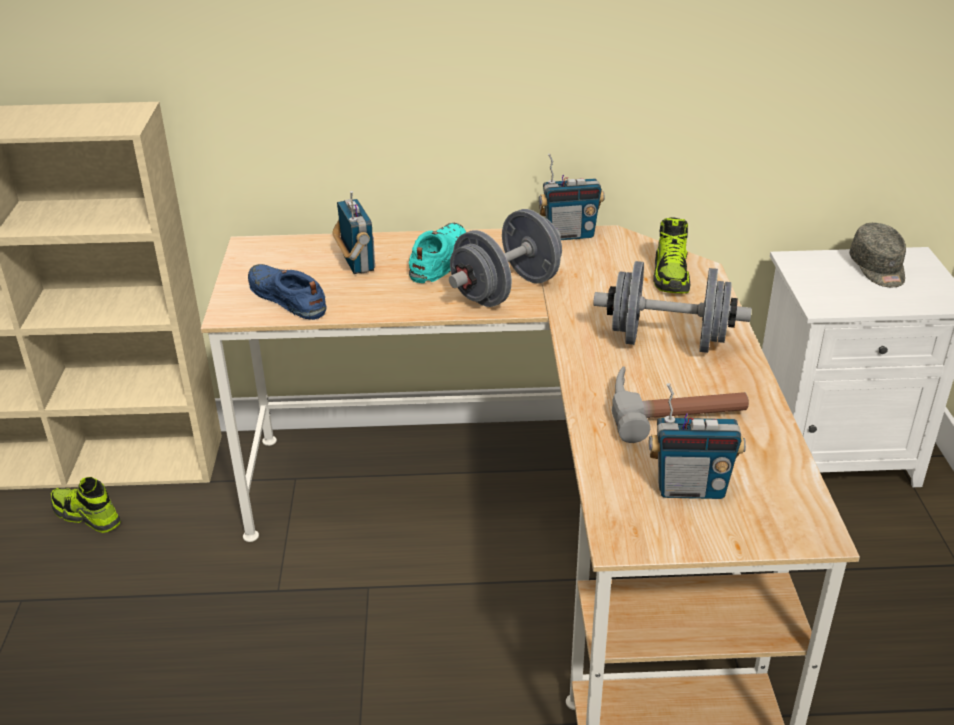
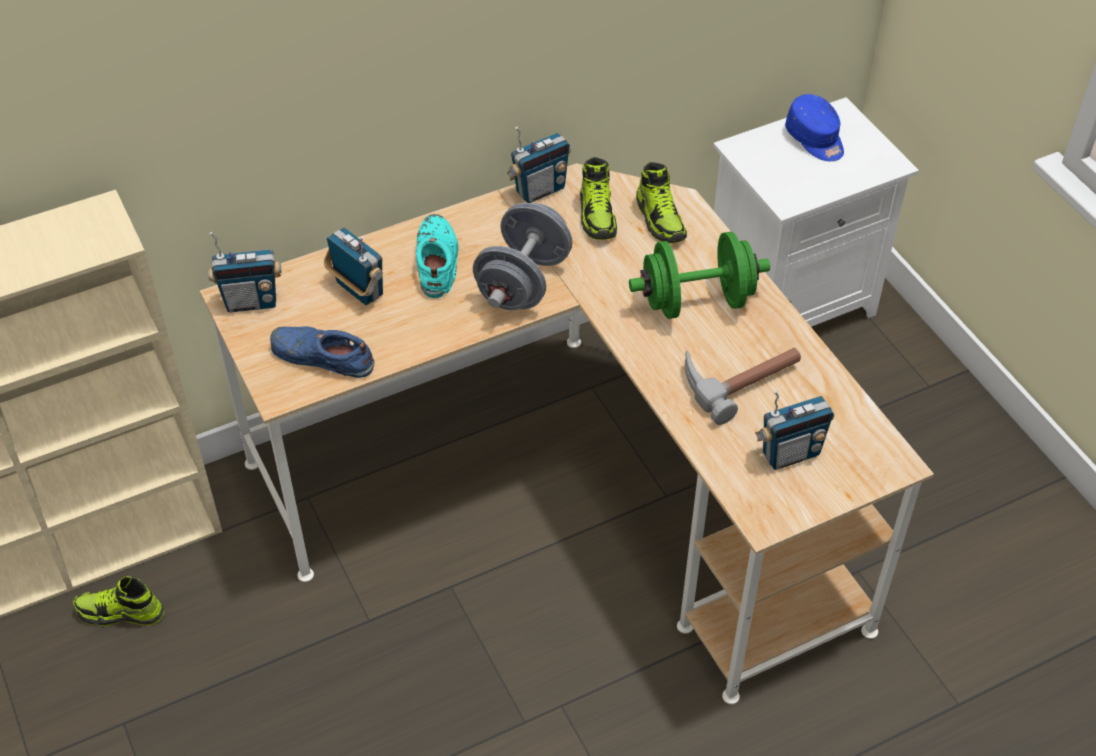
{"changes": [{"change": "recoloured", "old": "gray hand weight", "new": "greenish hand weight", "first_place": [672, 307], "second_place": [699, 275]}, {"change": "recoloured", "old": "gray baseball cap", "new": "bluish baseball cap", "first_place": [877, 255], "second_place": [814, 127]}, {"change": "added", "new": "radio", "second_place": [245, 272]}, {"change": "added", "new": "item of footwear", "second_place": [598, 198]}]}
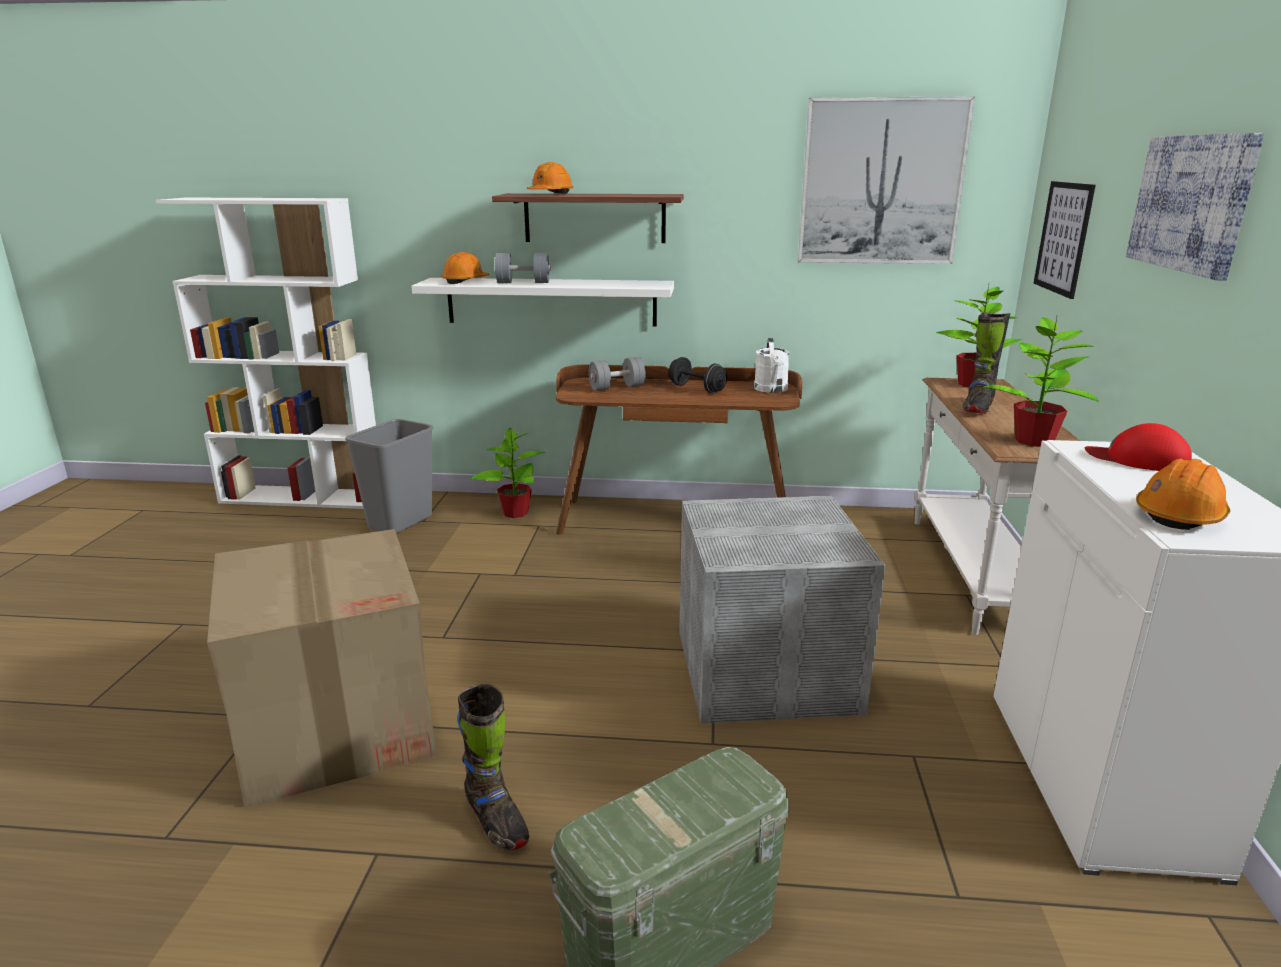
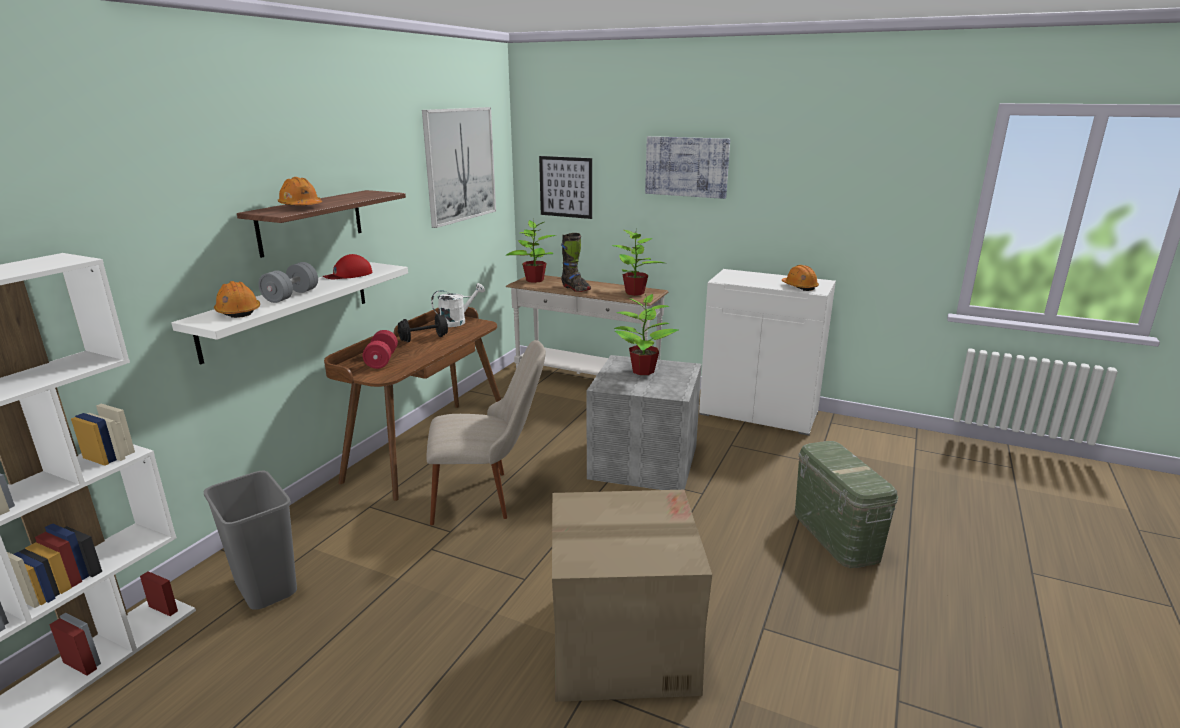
{"changes": [{"change": "removed", "old": "black high-top boot", "first_place": [493, 766]}, {"change": "moved", "old": "houseplant", "first_place": [508, 473], "second_place": [646, 334]}, {"change": "recoloured", "old": "gray hand weight", "new": "reddish hand weight", "first_place": [617, 374], "second_place": [380, 349]}, {"change": "turned", "old": "whitish watering can", "first_place": [772, 365], "second_place": [458, 305], "degrees": -60}, {"change": "moved", "old": "reddish baseball cap", "first_place": [1138, 447], "second_place": [347, 266]}, {"change": "added", "new": "beige-coloured upright chair", "second_place": [486, 432]}]}
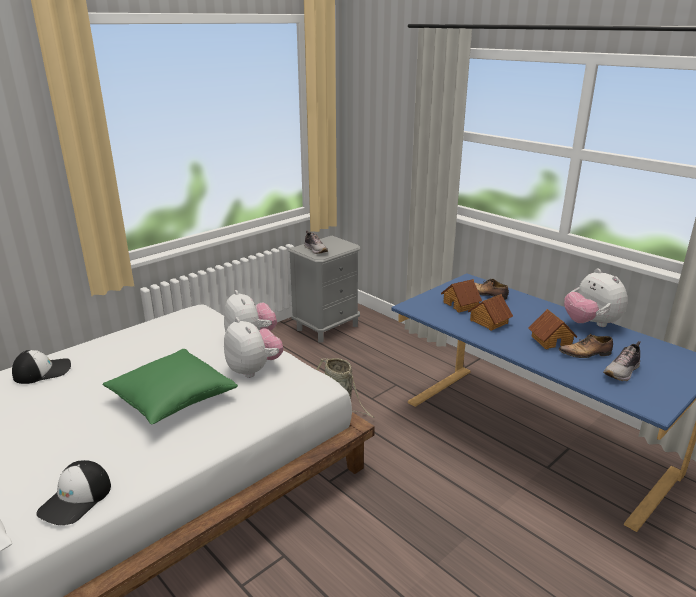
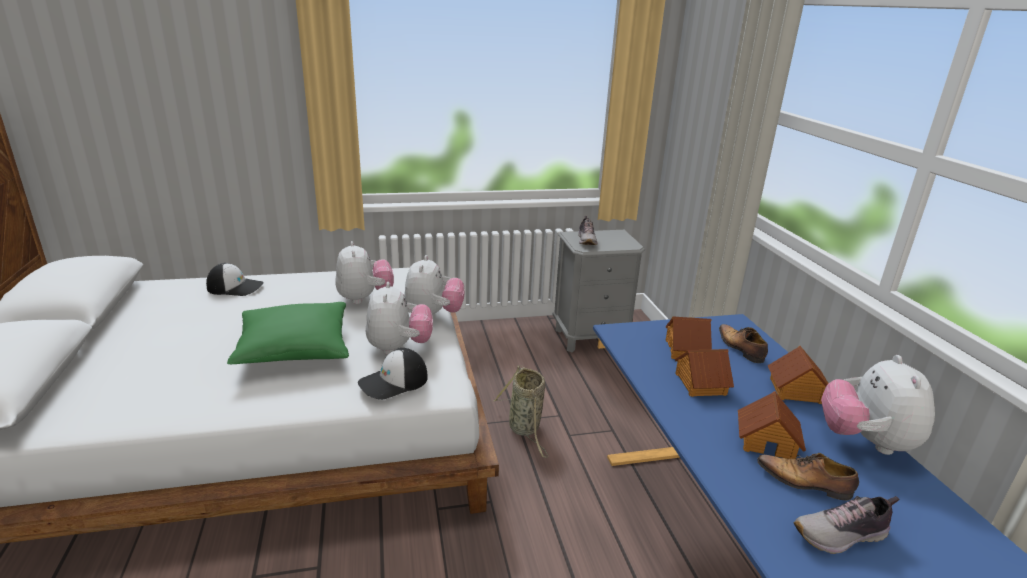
{"changes": [{"change": "moved", "old": "baseball cap", "first_place": [73, 492], "second_place": [393, 374]}, {"change": "added", "new": "plush toy", "second_place": [364, 272]}, {"change": "added", "new": "model house", "second_place": [798, 375]}]}
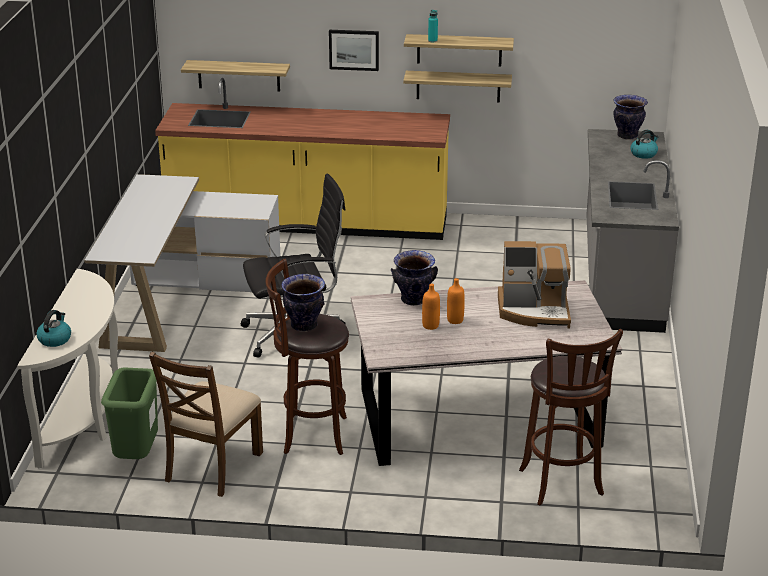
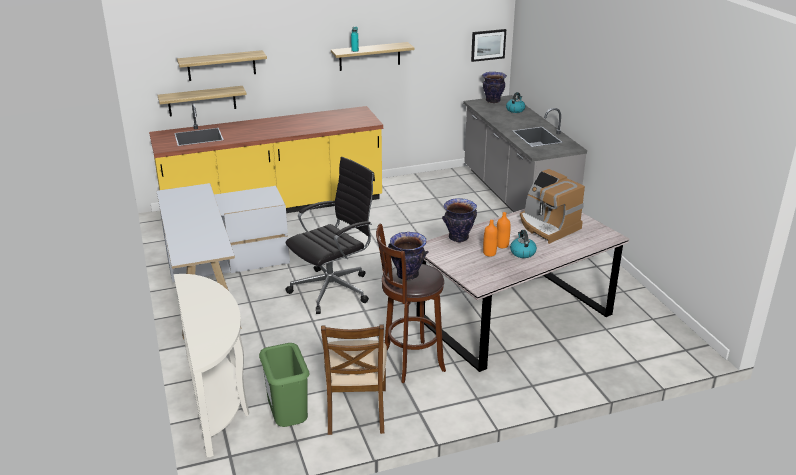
{"changes": [{"change": "moved", "old": "water kettle", "first_place": [53, 328], "second_place": [523, 244]}, {"change": "moved", "old": "wall picture", "first_place": [354, 50], "second_place": [488, 45]}, {"change": "moved", "old": "shelf", "first_place": [457, 86], "second_place": [222, 65]}, {"change": "turned", "old": "coffee brewer", "first_place": [534, 284], "second_place": [552, 206], "degrees": 75}, {"change": "removed", "old": "brown-coloured stool", "first_place": [571, 417]}]}
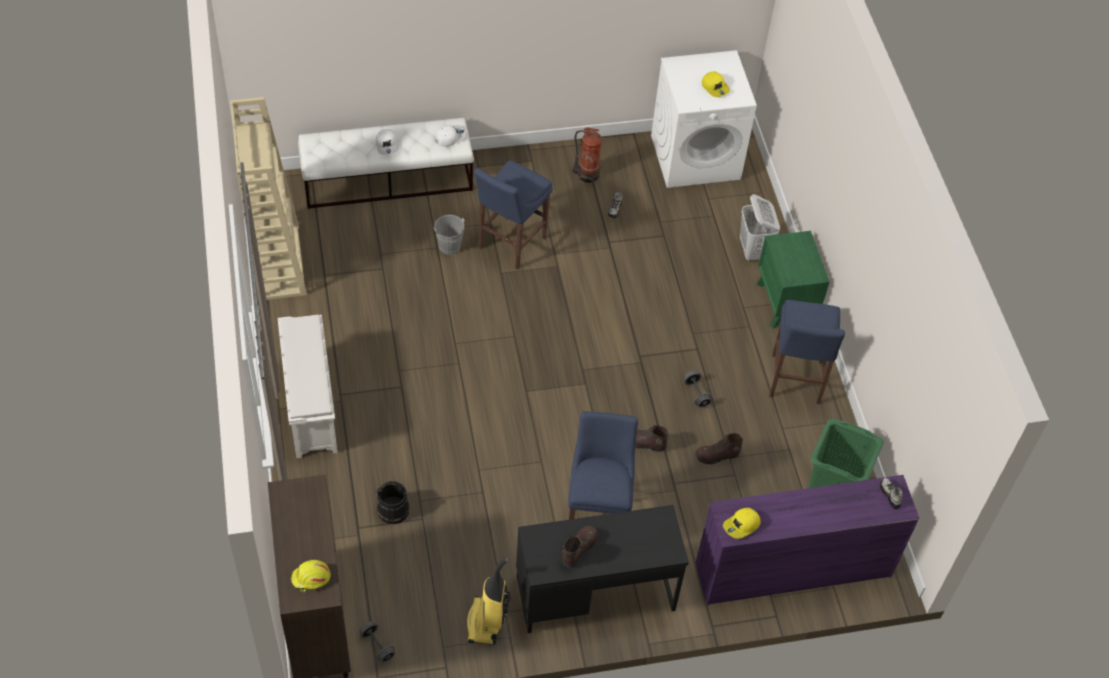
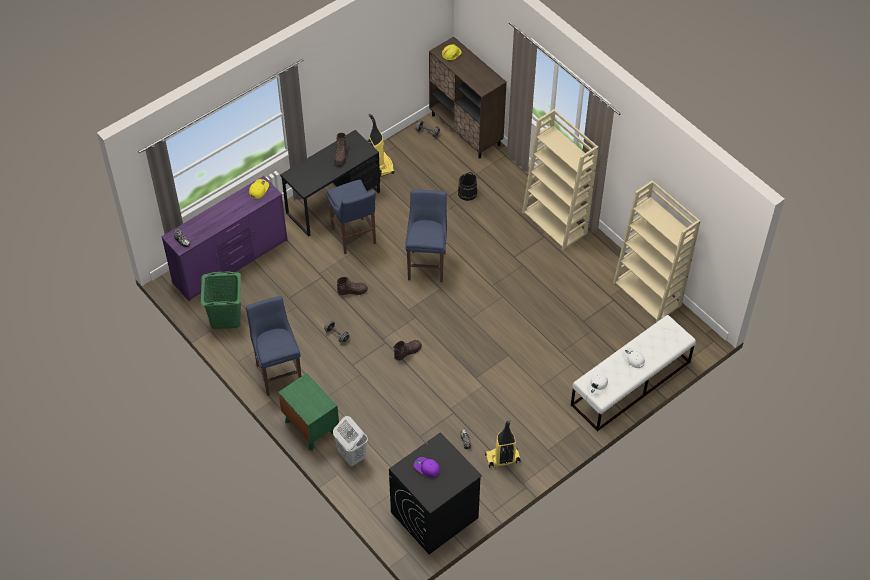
{"changes": [{"change": "replaced", "old": "whitish shoe stand", "new": "beige-coloured shelving unit", "first_place": [308, 386], "second_place": [560, 179]}, {"change": "removed", "old": "gray pail", "first_place": [448, 235]}, {"change": "moved", "old": "bluish stool", "first_place": [513, 214], "second_place": [426, 236]}, {"change": "replaced", "old": "extinguisher", "new": "vacuum", "first_place": [587, 155], "second_place": [503, 444]}, {"change": "recoloured", "old": "whitish washing machine", "new": "black washing machine", "first_place": [704, 119], "second_place": [435, 493]}, {"change": "moved", "old": "brown-coloured high-top boot", "first_place": [719, 449], "second_place": [407, 350]}, {"change": "recoloured", "old": "yellow baseball cap", "new": "purple baseball cap", "first_place": [716, 84], "second_place": [427, 467]}]}
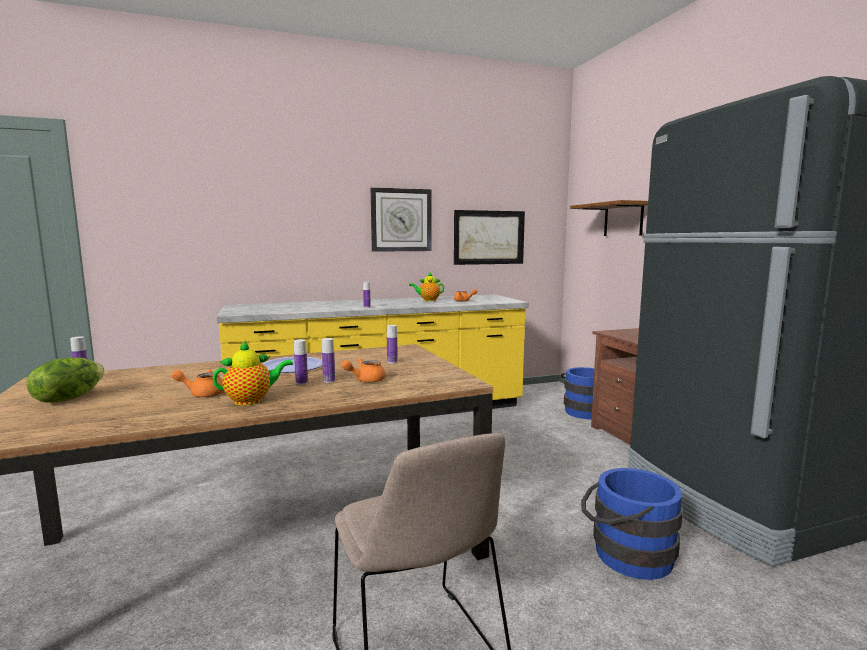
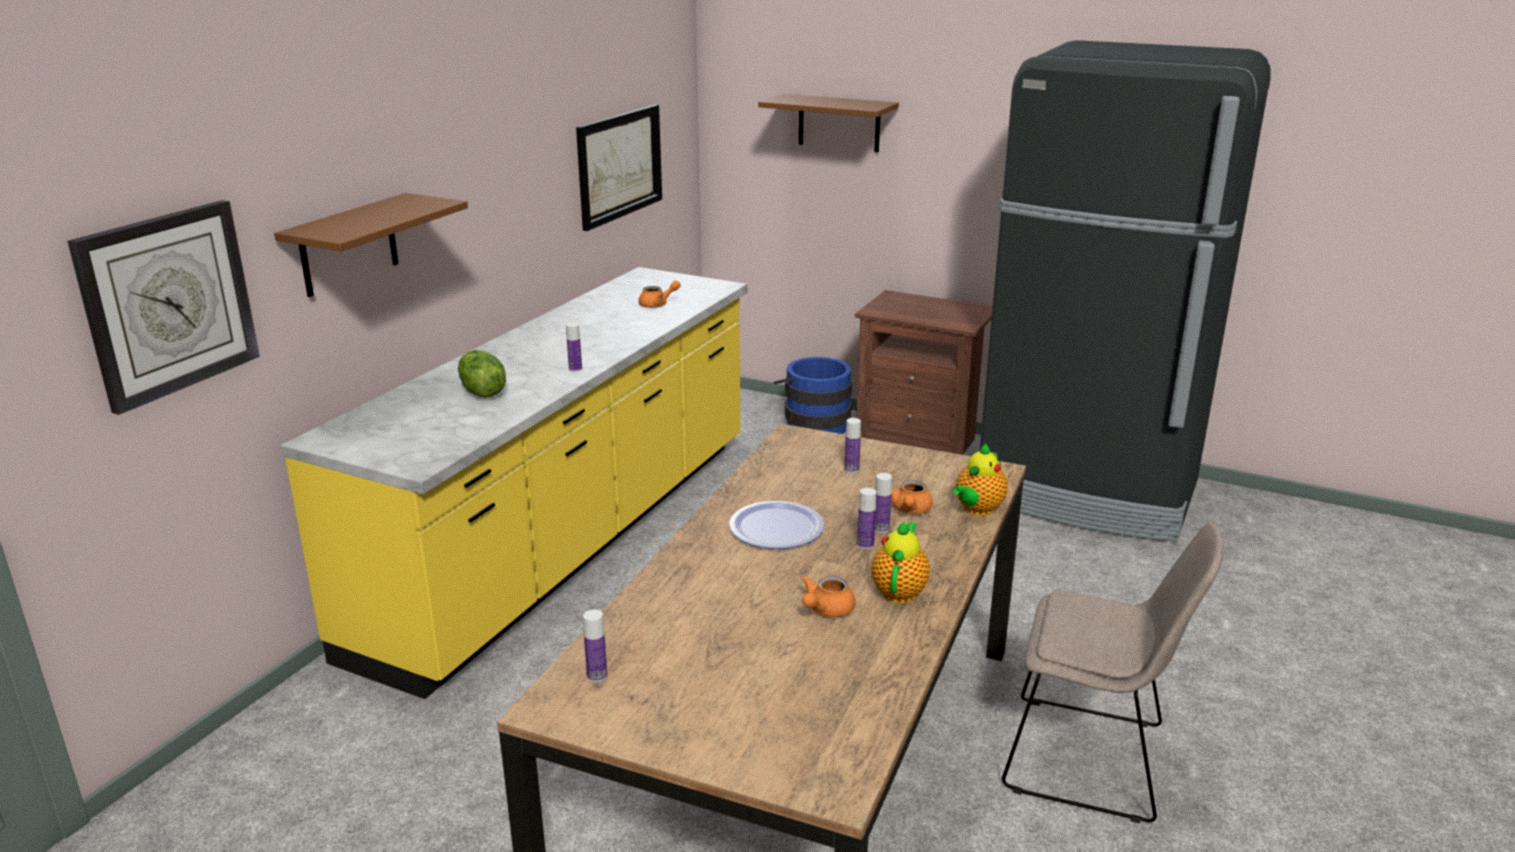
{"changes": [{"change": "moved", "old": "head of lettuce", "first_place": [65, 380], "second_place": [482, 374]}, {"change": "moved", "old": "hanging clock", "first_place": [401, 219], "second_place": [163, 307]}, {"change": "moved", "old": "pot for tea", "first_place": [426, 286], "second_place": [980, 479]}, {"change": "removed", "old": "bluish pail", "first_place": [632, 524]}, {"change": "added", "new": "brown-coloured shelf", "second_place": [371, 245]}]}
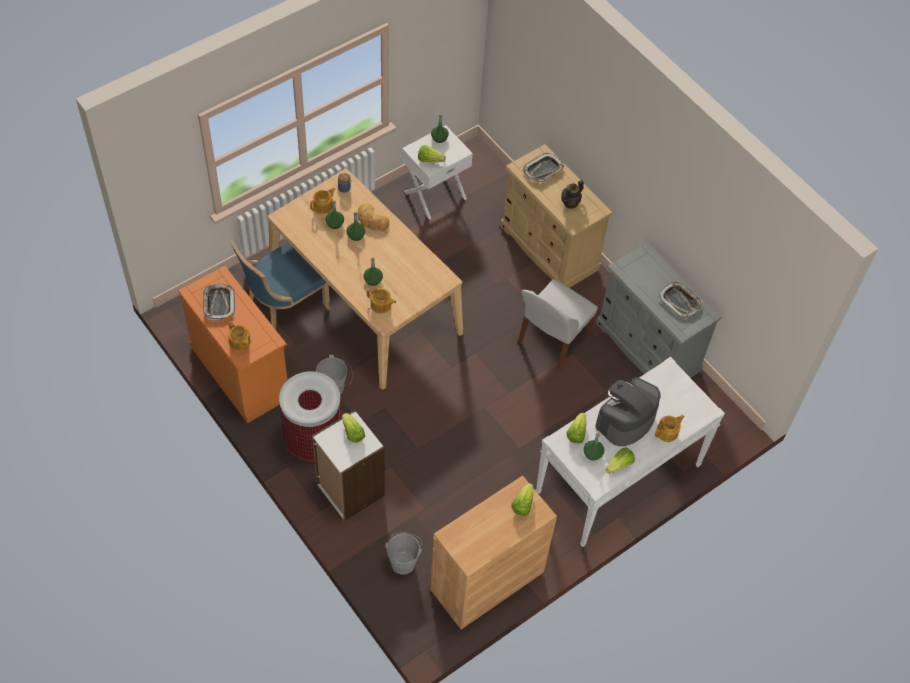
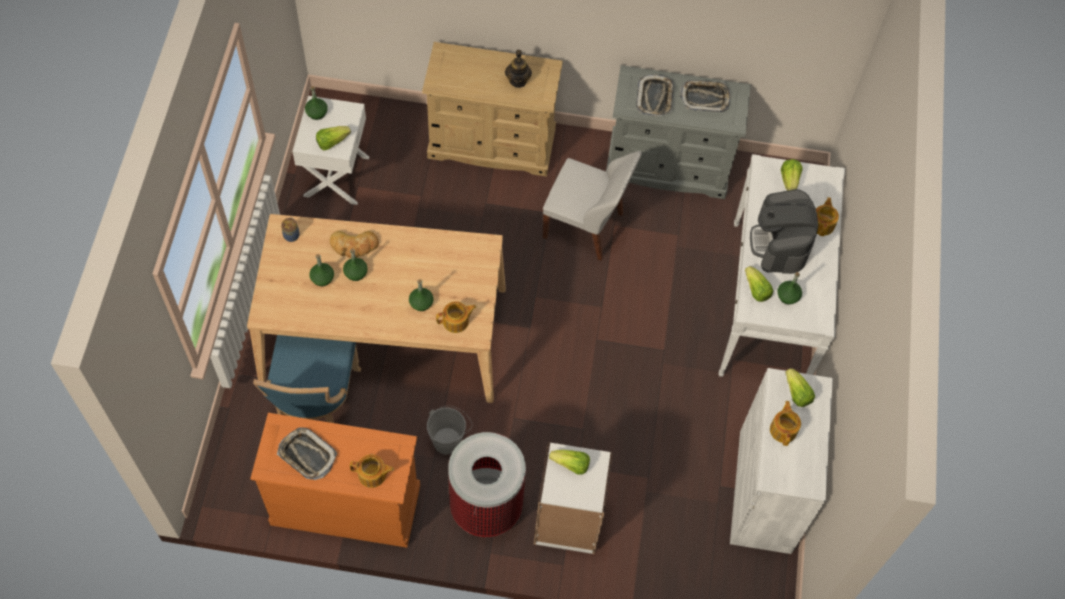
{"changes": [{"change": "moved", "old": "pot for tea", "first_place": [322, 201], "second_place": [785, 423]}, {"change": "removed", "old": "gray pail", "first_place": [403, 553]}, {"change": "recoloured", "old": "brown-coloured storage cabinet", "new": "whitish storage cabinet", "first_place": [493, 552], "second_place": [781, 461]}, {"change": "turned", "old": "whitish upright chair", "first_place": [558, 324], "second_place": [592, 206], "degrees": -60}, {"change": "moved", "old": "carrying tray", "first_place": [543, 168], "second_place": [655, 95]}, {"change": "moved", "old": "head of lettuce", "first_place": [620, 460], "second_place": [791, 175]}]}
